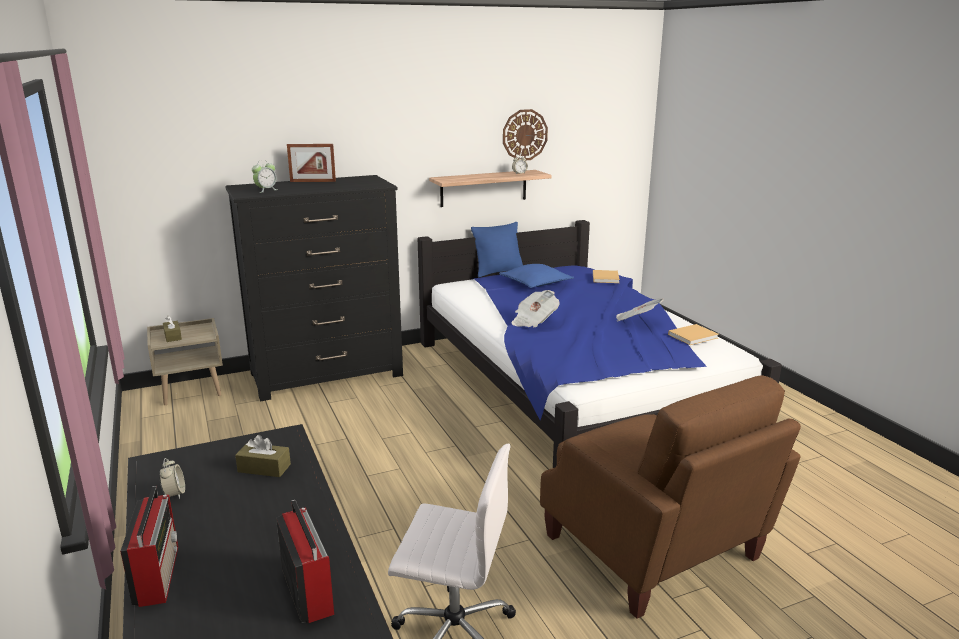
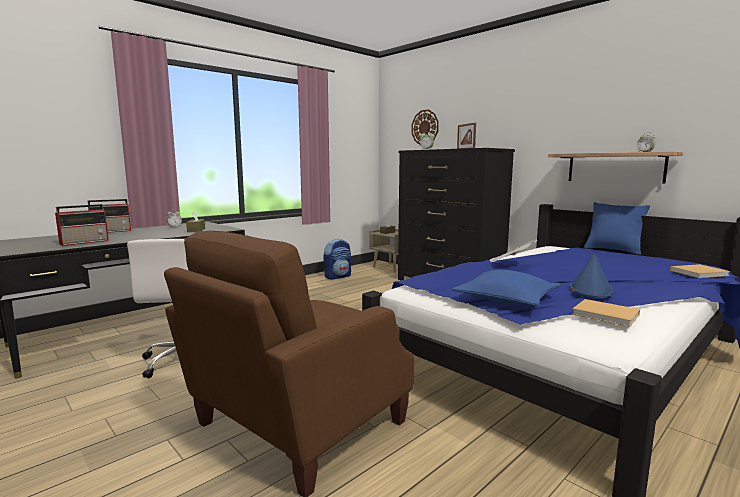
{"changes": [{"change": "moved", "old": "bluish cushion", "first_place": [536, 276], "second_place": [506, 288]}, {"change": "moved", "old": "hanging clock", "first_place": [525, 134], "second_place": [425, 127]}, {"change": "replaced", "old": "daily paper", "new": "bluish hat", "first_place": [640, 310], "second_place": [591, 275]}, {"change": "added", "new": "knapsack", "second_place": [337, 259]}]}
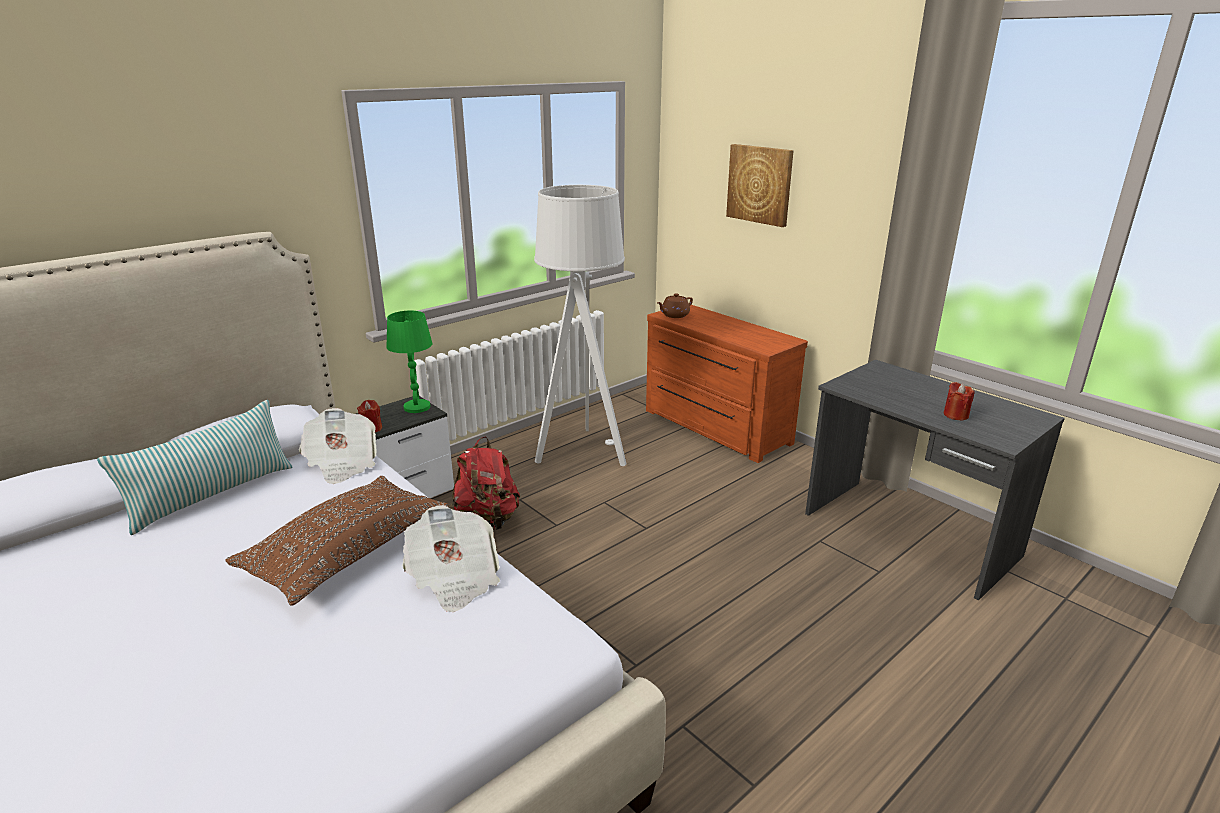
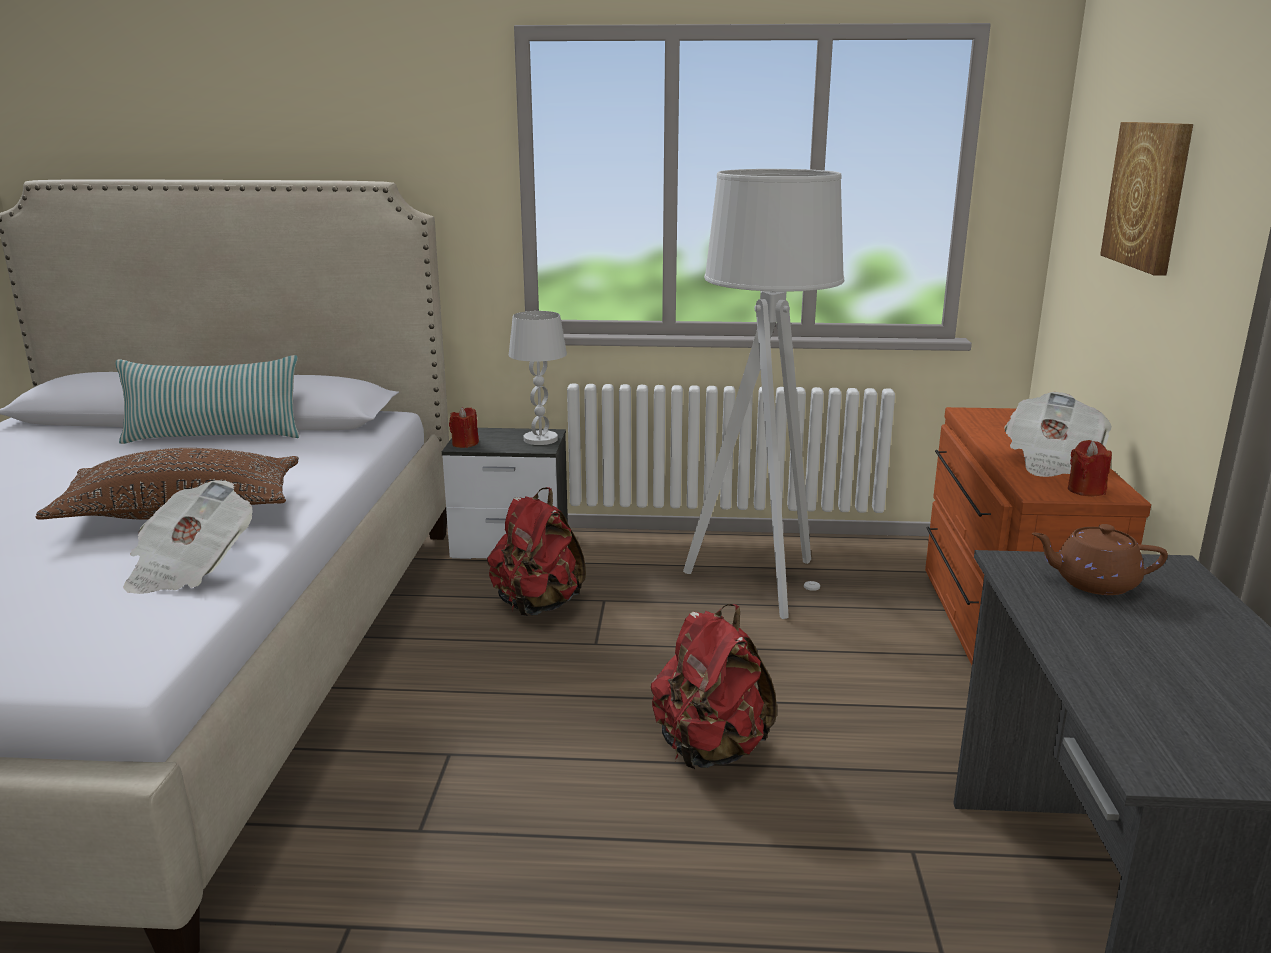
{"changes": [{"change": "moved", "old": "daily paper", "first_place": [338, 446], "second_place": [1058, 434]}, {"change": "recoloured", "old": "greenish table lamp", "new": "whitish table lamp", "first_place": [409, 362], "second_place": [538, 378]}, {"change": "moved", "old": "brown-coloured pot for tea", "first_place": [675, 306], "second_place": [1100, 559]}, {"change": "moved", "old": "reddish candle", "first_place": [959, 401], "second_place": [1090, 468]}, {"change": "added", "new": "reddish knapsack", "second_place": [714, 686]}]}
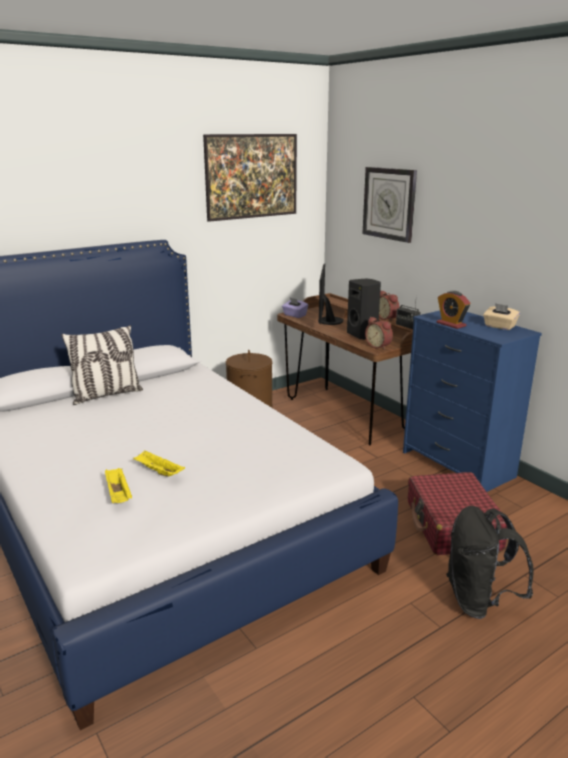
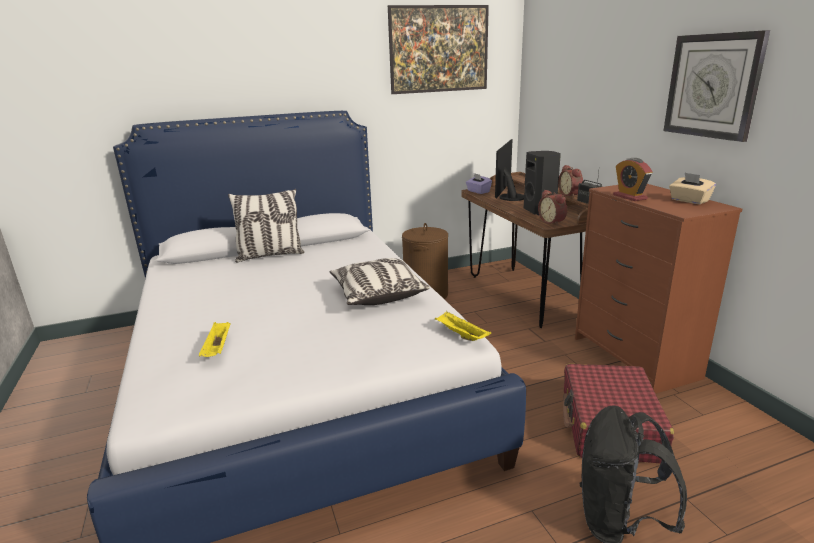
{"changes": [{"change": "moved", "old": "yellow carrying tray", "first_place": [159, 463], "second_place": [463, 326]}, {"change": "moved", "old": "hanging clock", "first_place": [389, 205], "second_place": [716, 86]}, {"change": "recoloured", "old": "bluish dresser", "new": "brown-coloured dresser", "first_place": [472, 401], "second_place": [658, 289]}, {"change": "added", "new": "cushion", "second_place": [380, 281]}]}
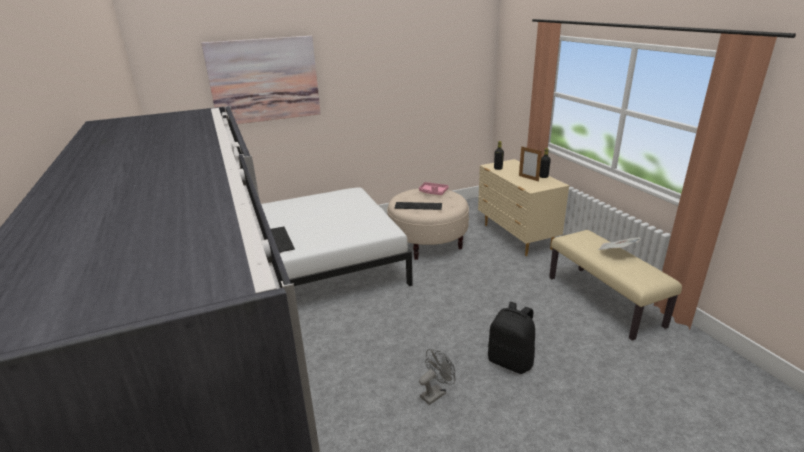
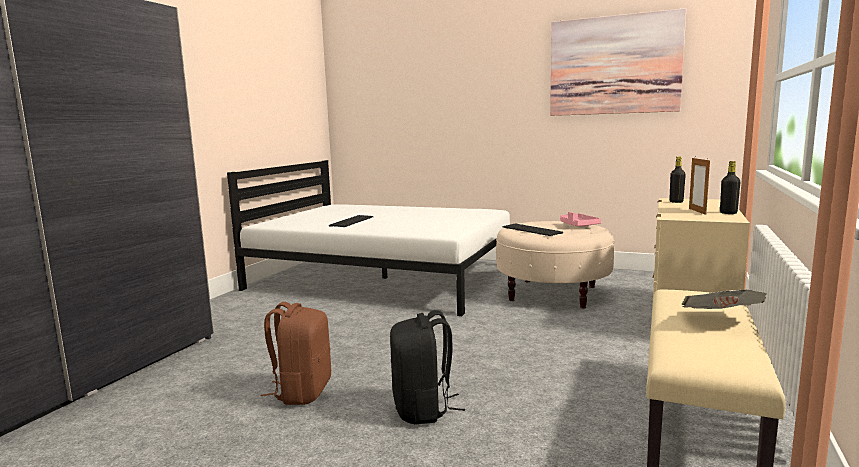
{"changes": [{"change": "moved", "old": "wall picture", "first_place": [261, 80], "second_place": [618, 62]}, {"change": "replaced", "old": "gray fan", "new": "brown-coloured knapsack", "first_place": [437, 377], "second_place": [296, 353]}]}
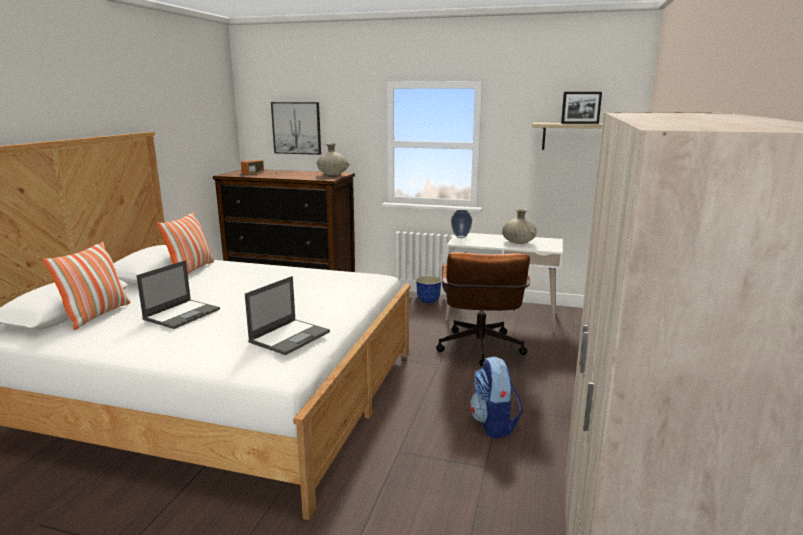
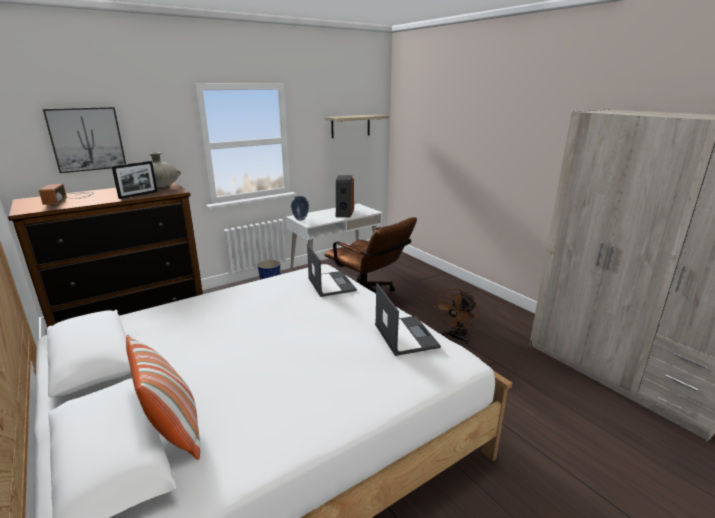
{"changes": [{"change": "moved", "old": "notebook computer", "first_place": [178, 294], "second_place": [332, 270]}, {"change": "removed", "old": "cushion", "first_place": [185, 243]}, {"change": "replaced", "old": "knapsack", "new": "brown-coloured fan", "first_place": [496, 397], "second_place": [456, 316]}, {"change": "replaced", "old": "beige-coloured vase", "new": "loudspeaker", "first_place": [519, 226], "second_place": [345, 196]}, {"change": "moved", "old": "photo frame", "first_place": [581, 108], "second_place": [135, 180]}]}
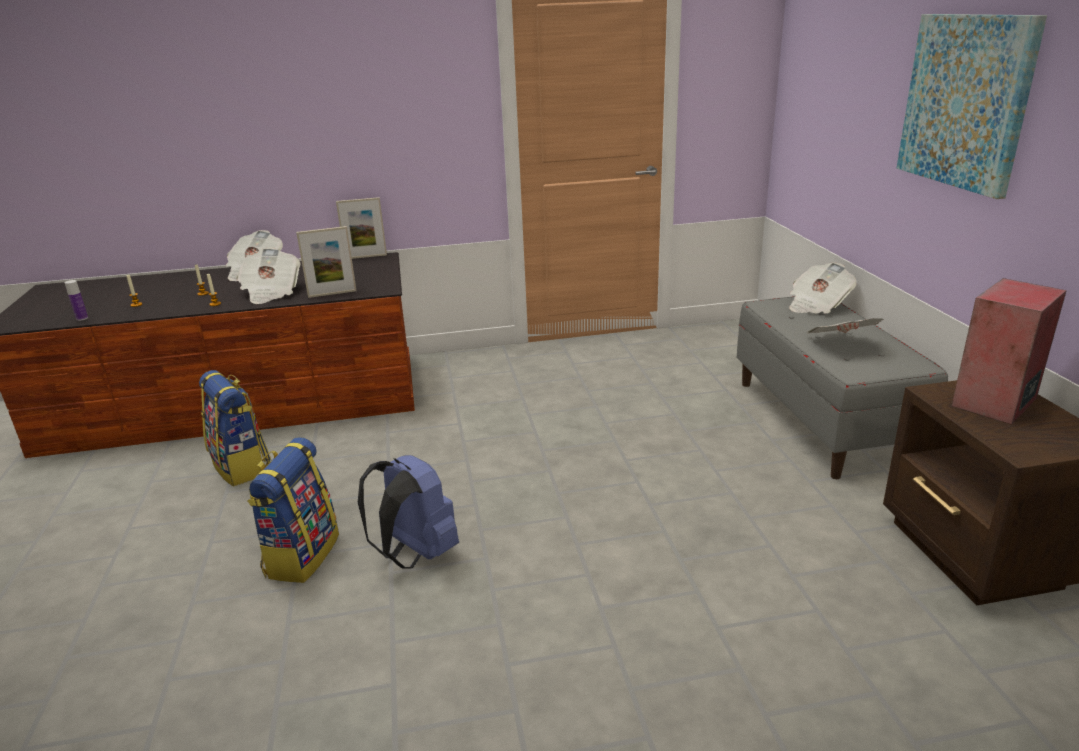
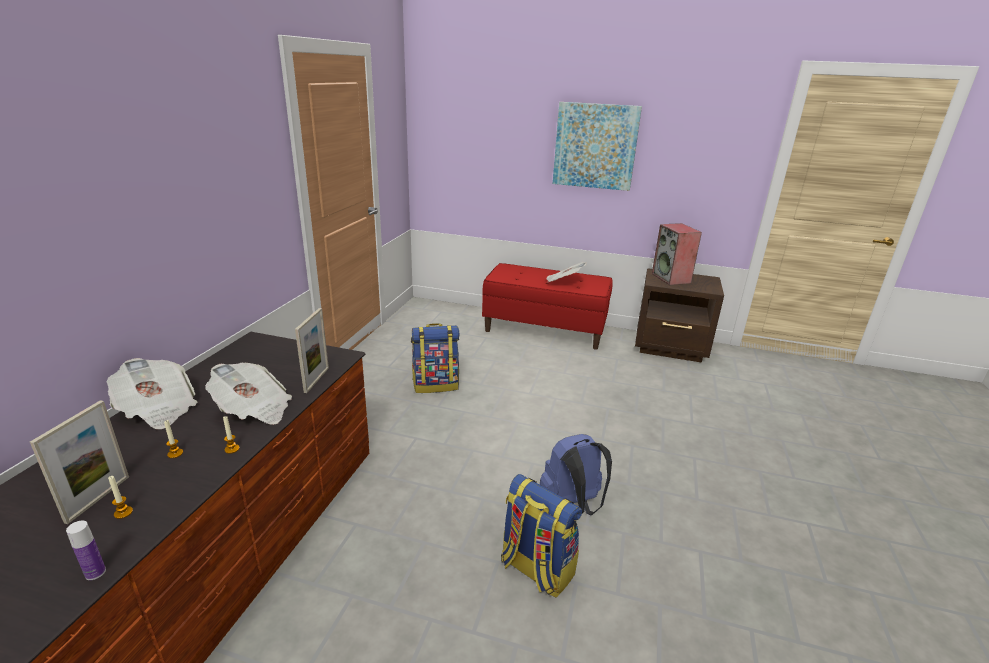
{"changes": [{"change": "moved", "old": "knapsack", "first_place": [235, 428], "second_place": [435, 358]}, {"change": "moved", "old": "photo frame", "first_place": [361, 228], "second_place": [79, 462]}, {"change": "recoloured", "old": "gray indoor bench", "new": "reddish indoor bench", "first_place": [842, 387], "second_place": [547, 306]}, {"change": "removed", "old": "daily paper", "first_place": [822, 288]}]}
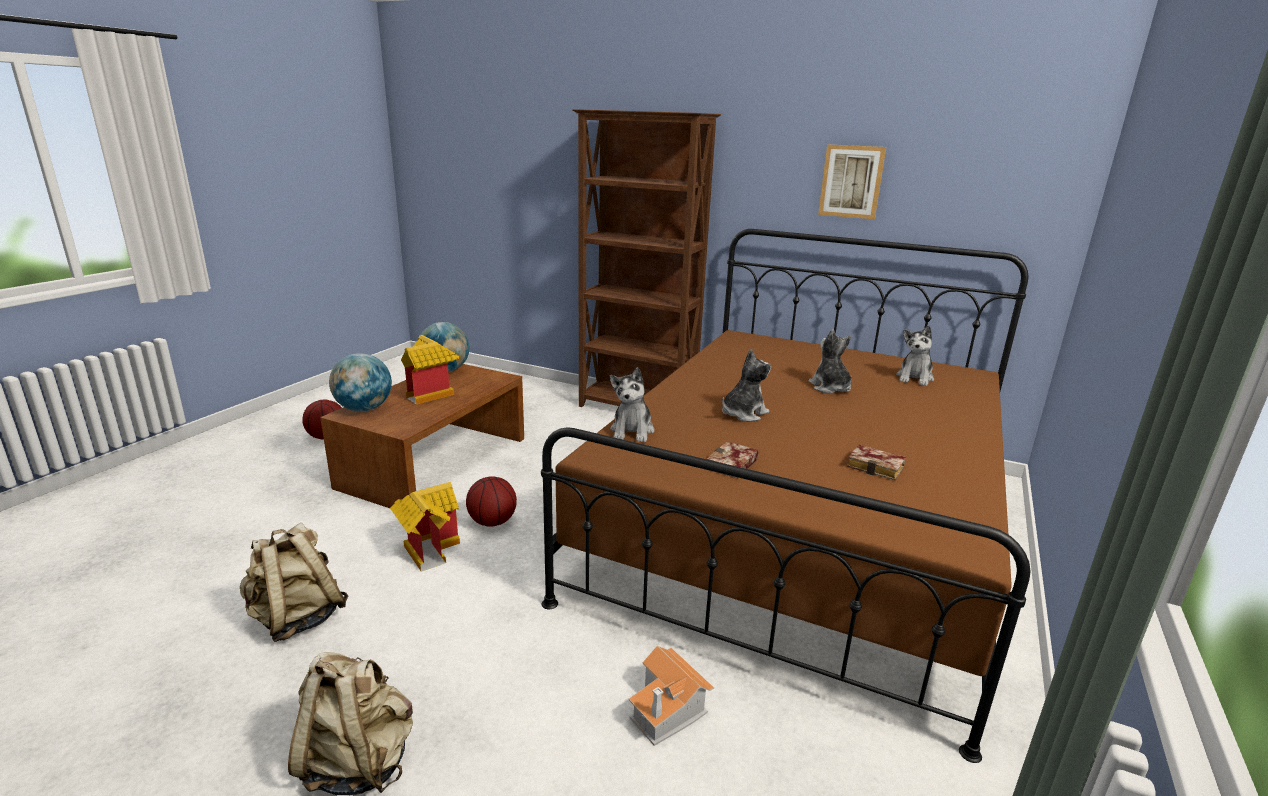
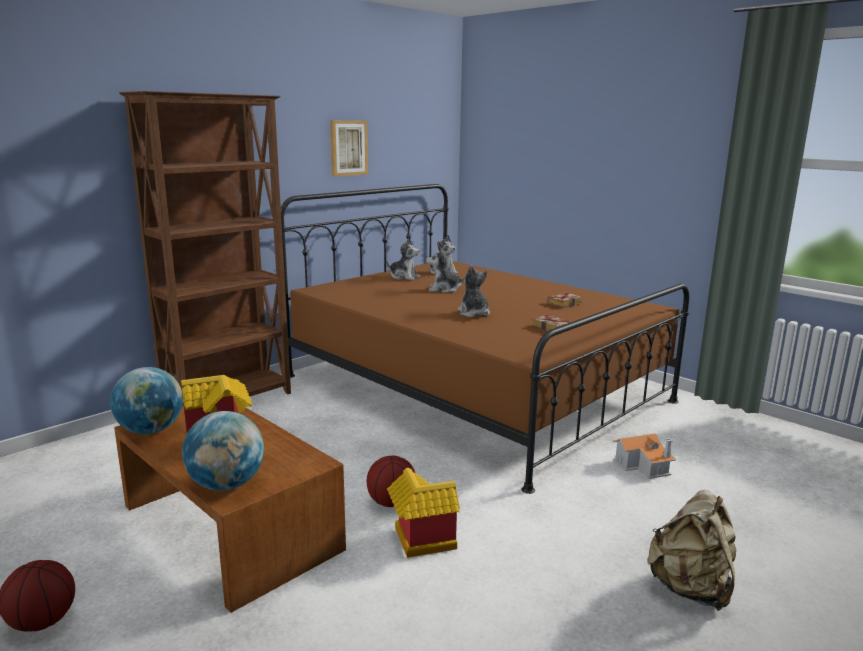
{"changes": [{"change": "removed", "old": "beige-coloured knapsack", "first_place": [294, 582]}, {"change": "moved", "old": "plush toy", "first_place": [632, 405], "second_place": [403, 259]}]}
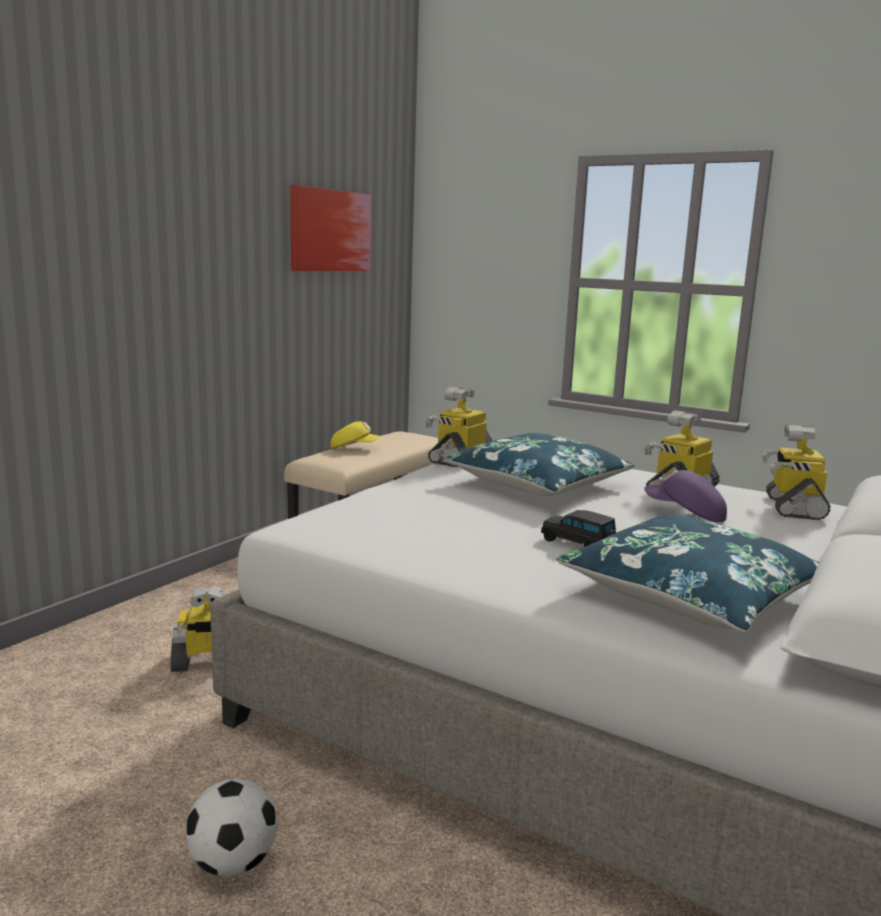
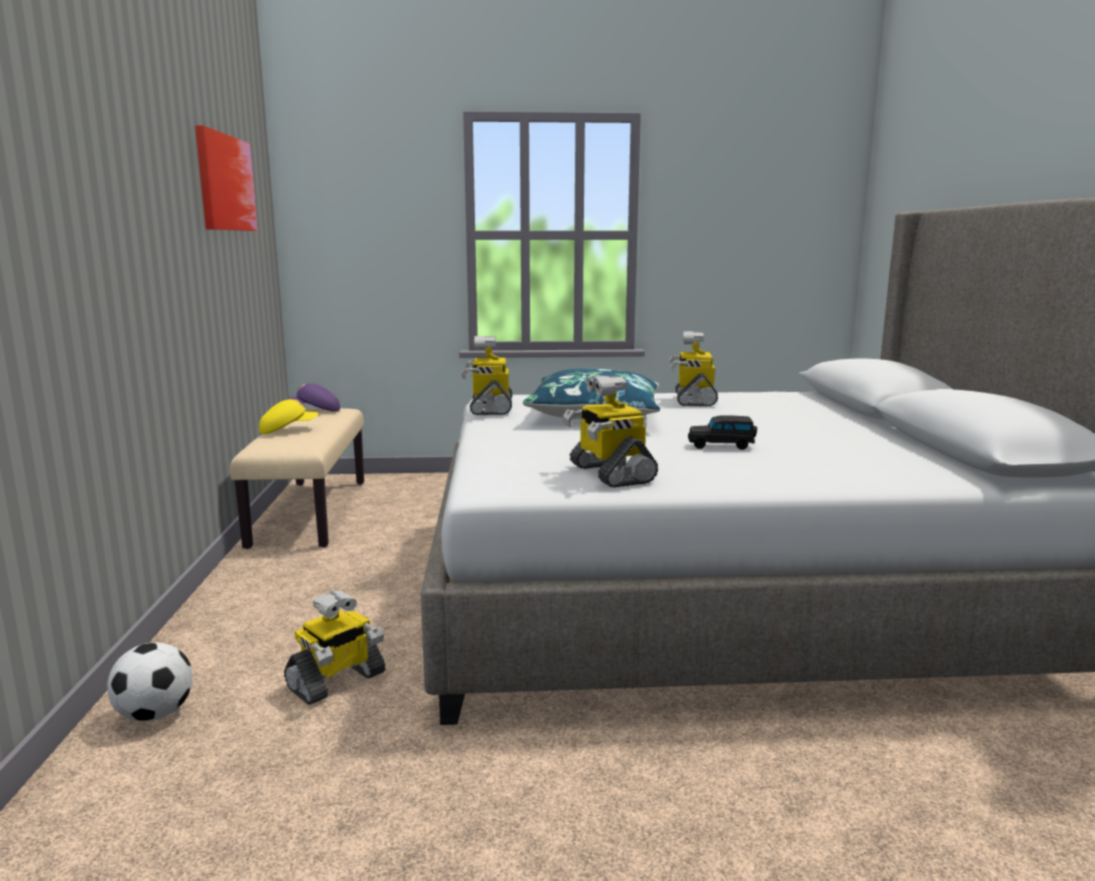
{"changes": [{"change": "moved", "old": "football", "first_place": [231, 827], "second_place": [149, 681]}, {"change": "removed", "old": "bluish cushion", "first_place": [687, 573]}, {"change": "moved", "old": "purple baseball cap", "first_place": [685, 496], "second_place": [313, 397]}, {"change": "moved", "old": "toy robot", "first_place": [796, 472], "second_place": [610, 431]}]}
